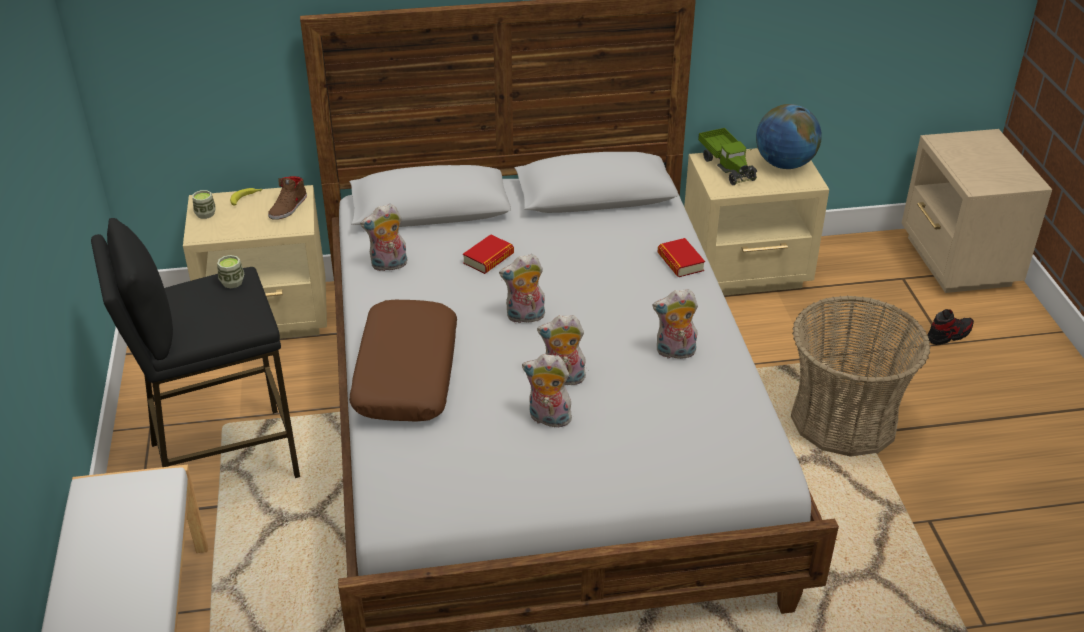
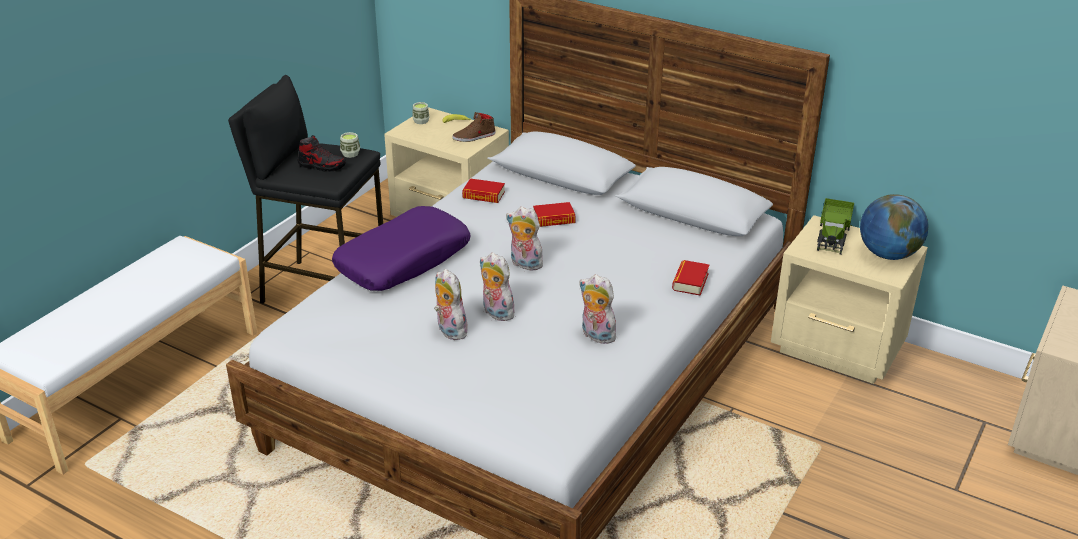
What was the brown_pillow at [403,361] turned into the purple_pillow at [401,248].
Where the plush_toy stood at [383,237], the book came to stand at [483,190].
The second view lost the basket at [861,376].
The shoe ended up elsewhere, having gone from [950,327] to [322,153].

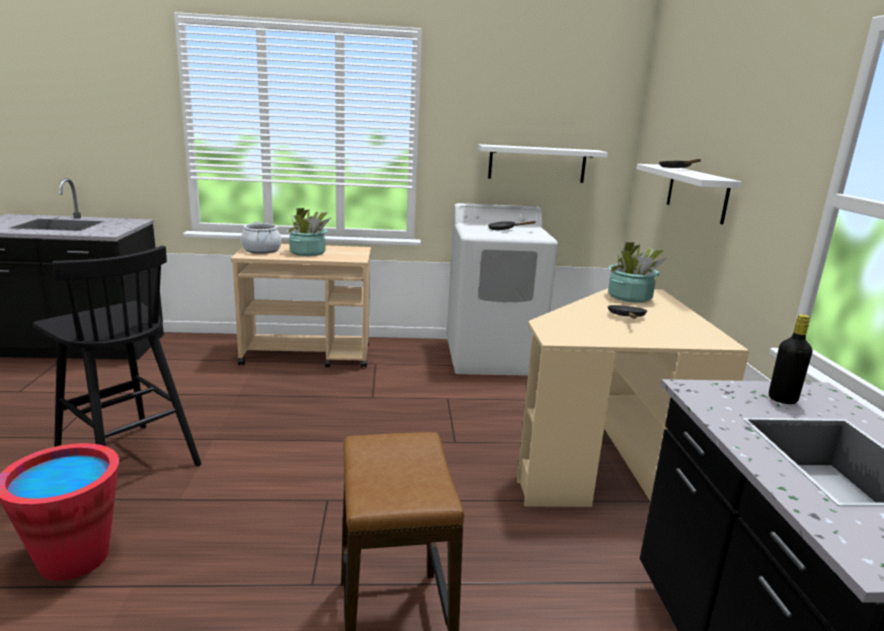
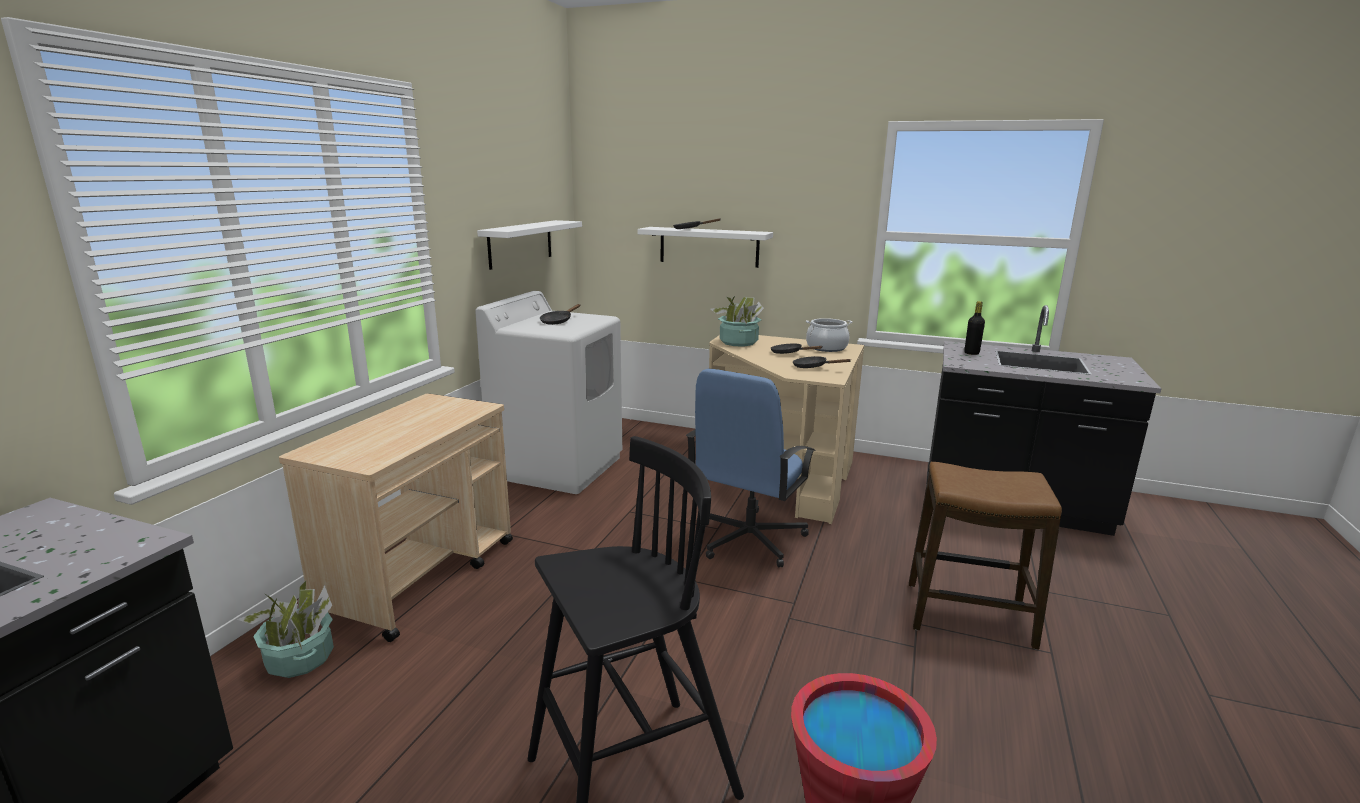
The cooking_pot ended up elsewhere, having gone from [261,238] to [829,335].
The potted_plant ended up elsewhere, having gone from [309,232] to [285,629].
The second view gained the blue_office_chair at [751,468].
The second view gained the black_frying_pan at [822,362].

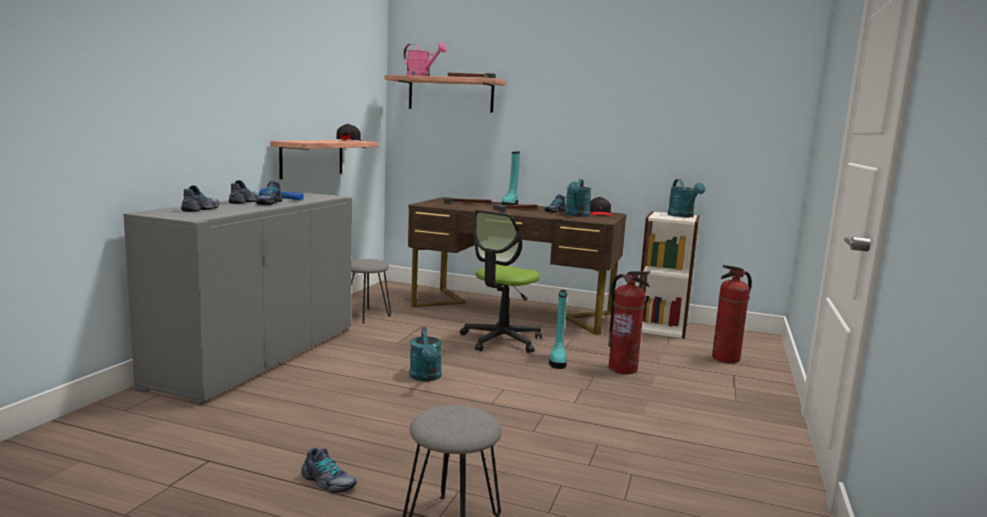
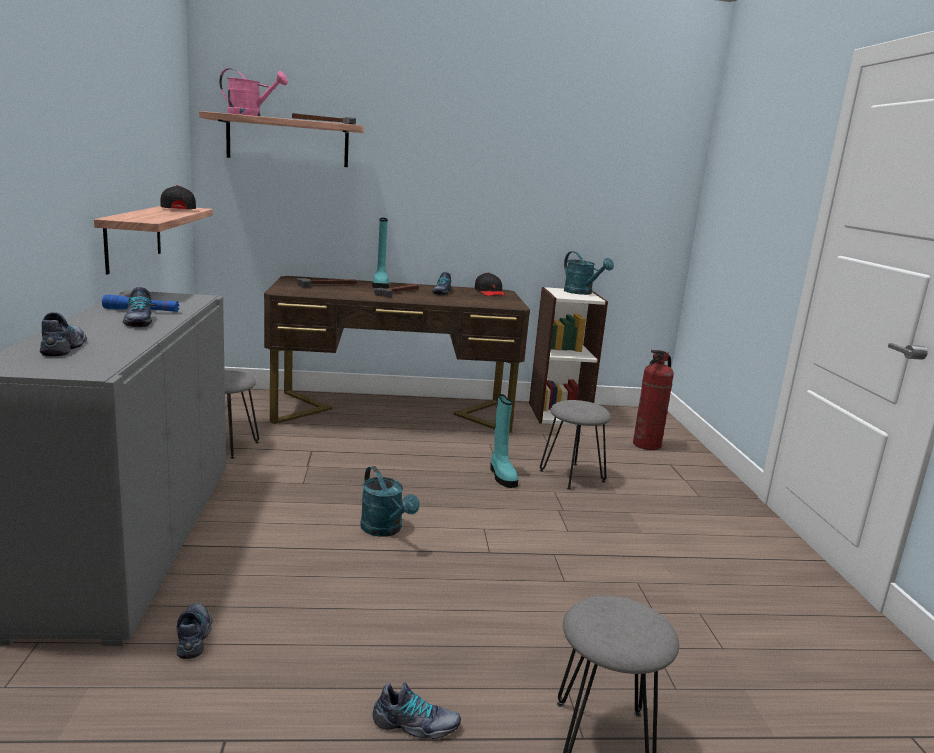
The shoe ended up elsewhere, having gone from [244,192] to [194,631].
The second view lost the office_chair at [501,281].
The second view lost the turquoise_watering_can at [578,198].
Where the fire_extinguisher stood at [629,322], the grey_stool came to stand at [575,445].

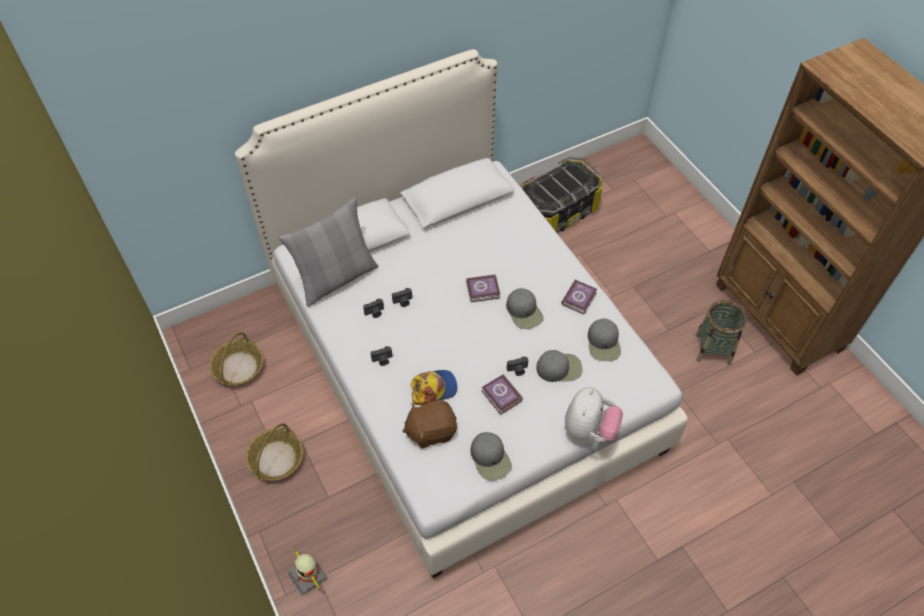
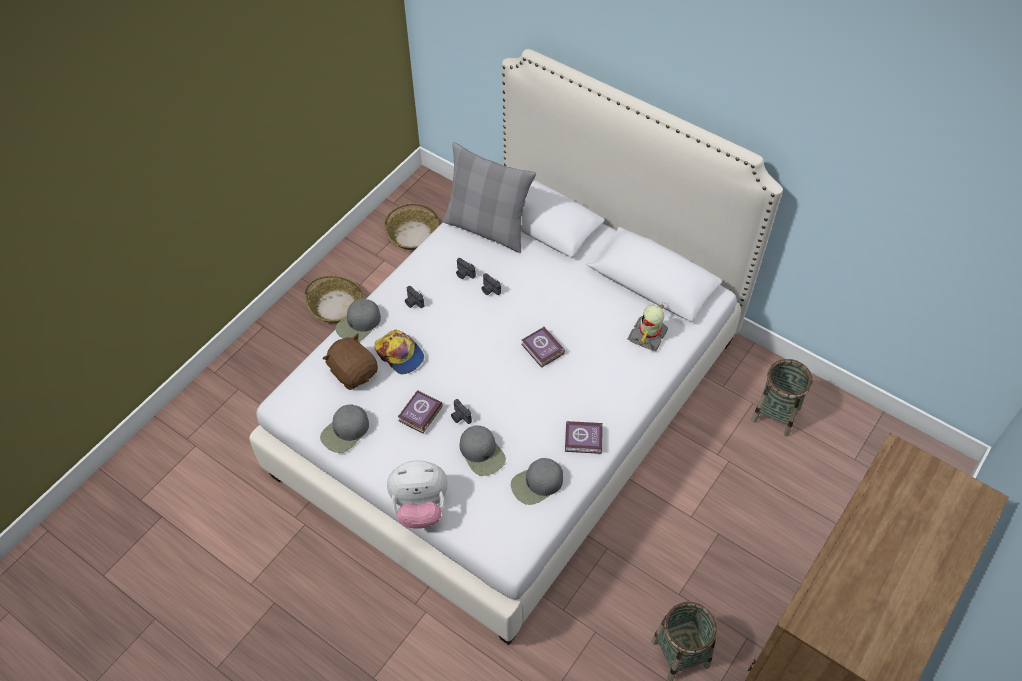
The toy_robot ended up elsewhere, having gone from [307,572] to [647,326].
The grey_cap ended up elsewhere, having gone from [524,308] to [358,320].
Where the storage_box stood at [561,194], the basket came to stand at [782,398].

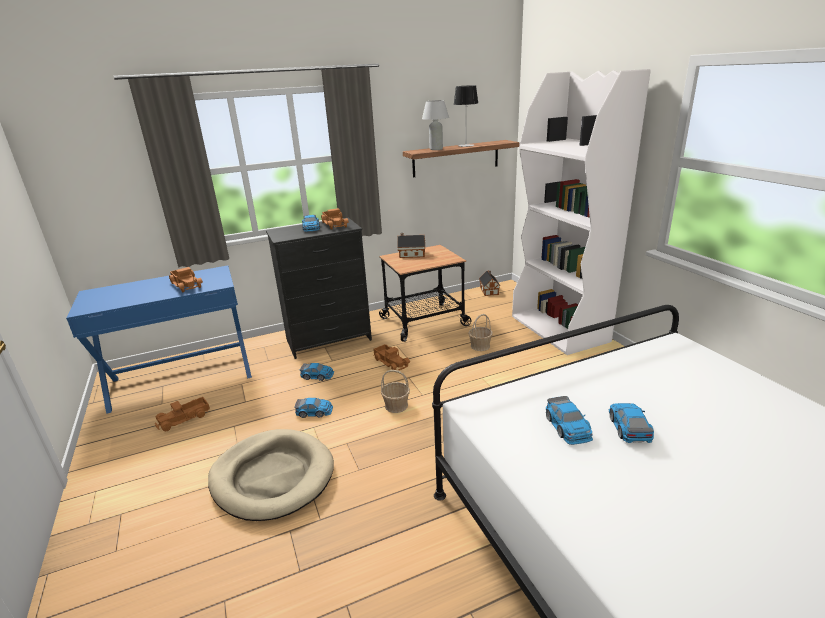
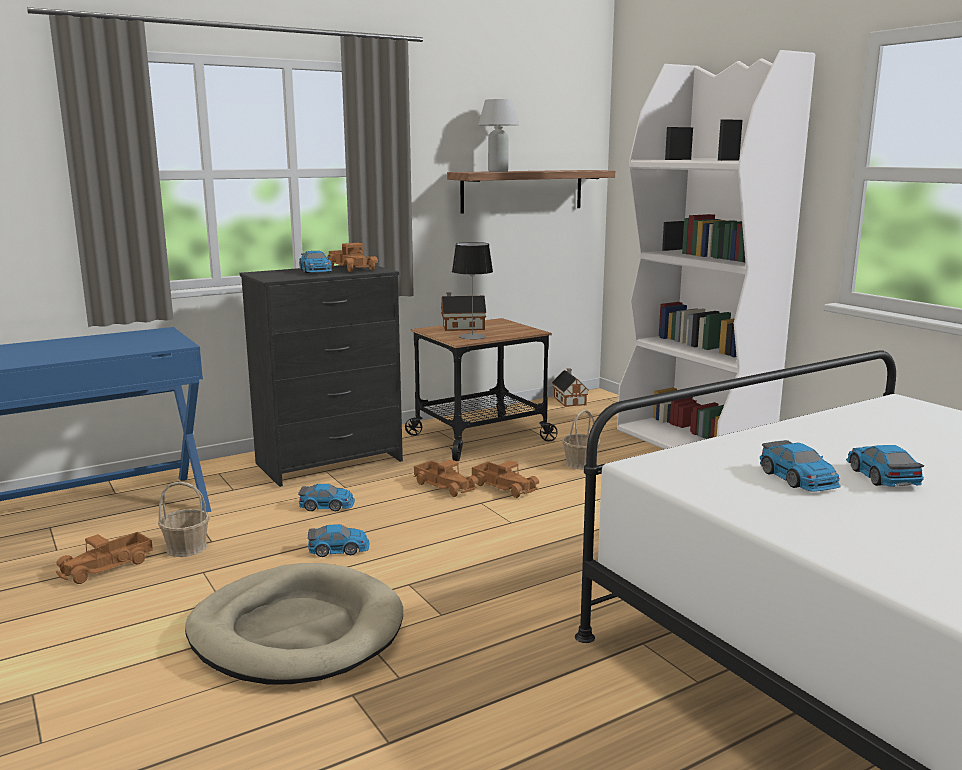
The toy_truck ended up elsewhere, having gone from [186,279] to [505,479].
The basket ended up elsewhere, having gone from [395,391] to [184,519].
The table_lamp ended up elsewhere, having gone from [466,116] to [472,290].

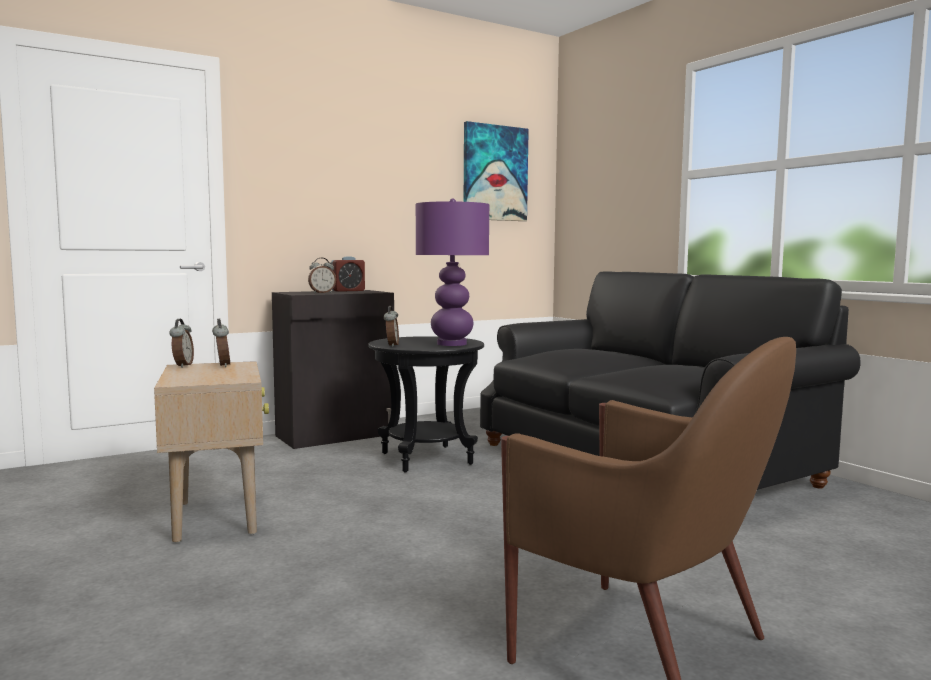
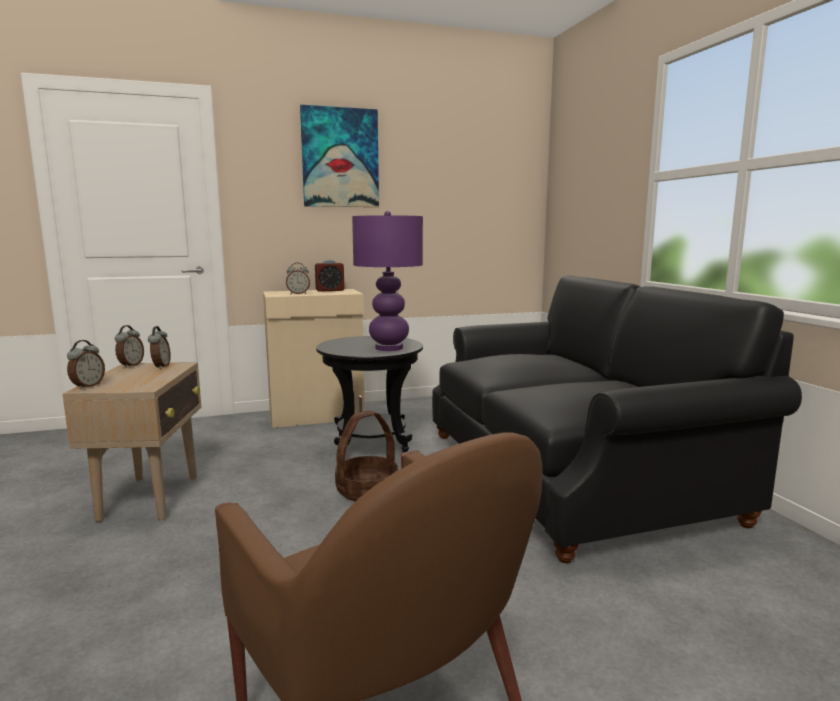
What was the black_cabinet at [333,369] turned into the beige_cabinet at [314,358].
The alarm_clock ended up elsewhere, having gone from [391,326] to [86,365].
The picture ended up elsewhere, having gone from [496,171] to [339,156].
The second view gained the basket at [366,455].

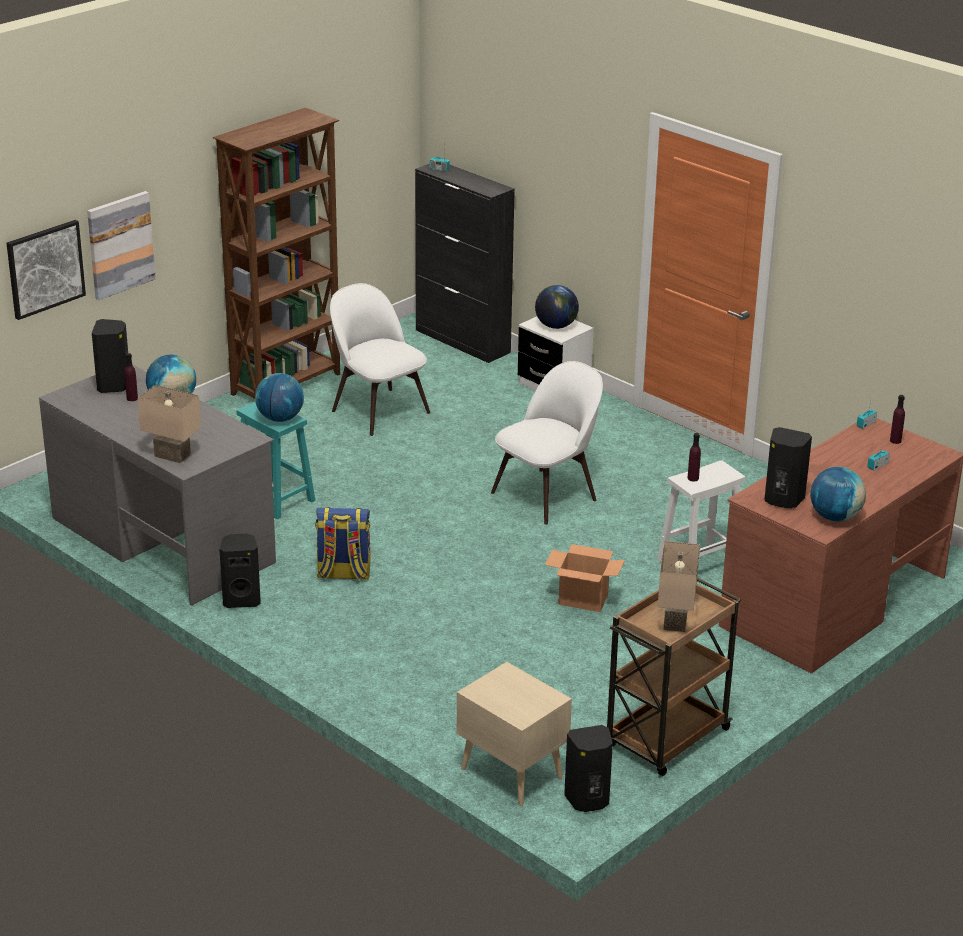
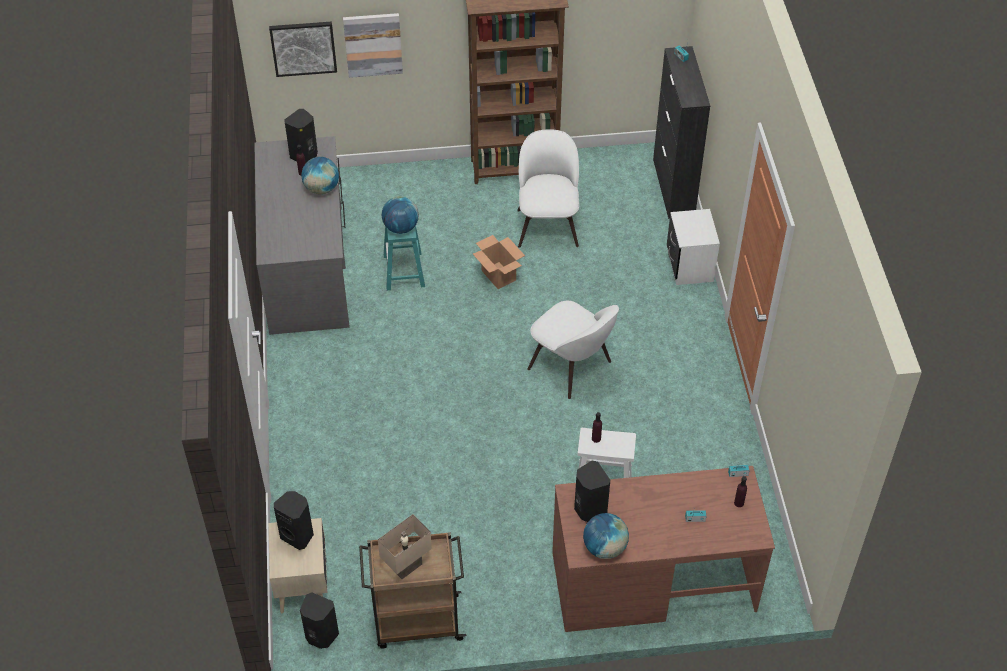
The second view lost the beige_table_lamp at [169,424].
The black_speaker ended up elsewhere, having gone from [240,571] to [294,520].
The second view lost the backpack at [343,543].
The white_chair at [547,443] ended up facing another way, 45 degrees clockwise from before.
The second view lost the globe at [557,307].
The cardboard_box ended up elsewhere, having gone from [585,578] to [499,262].

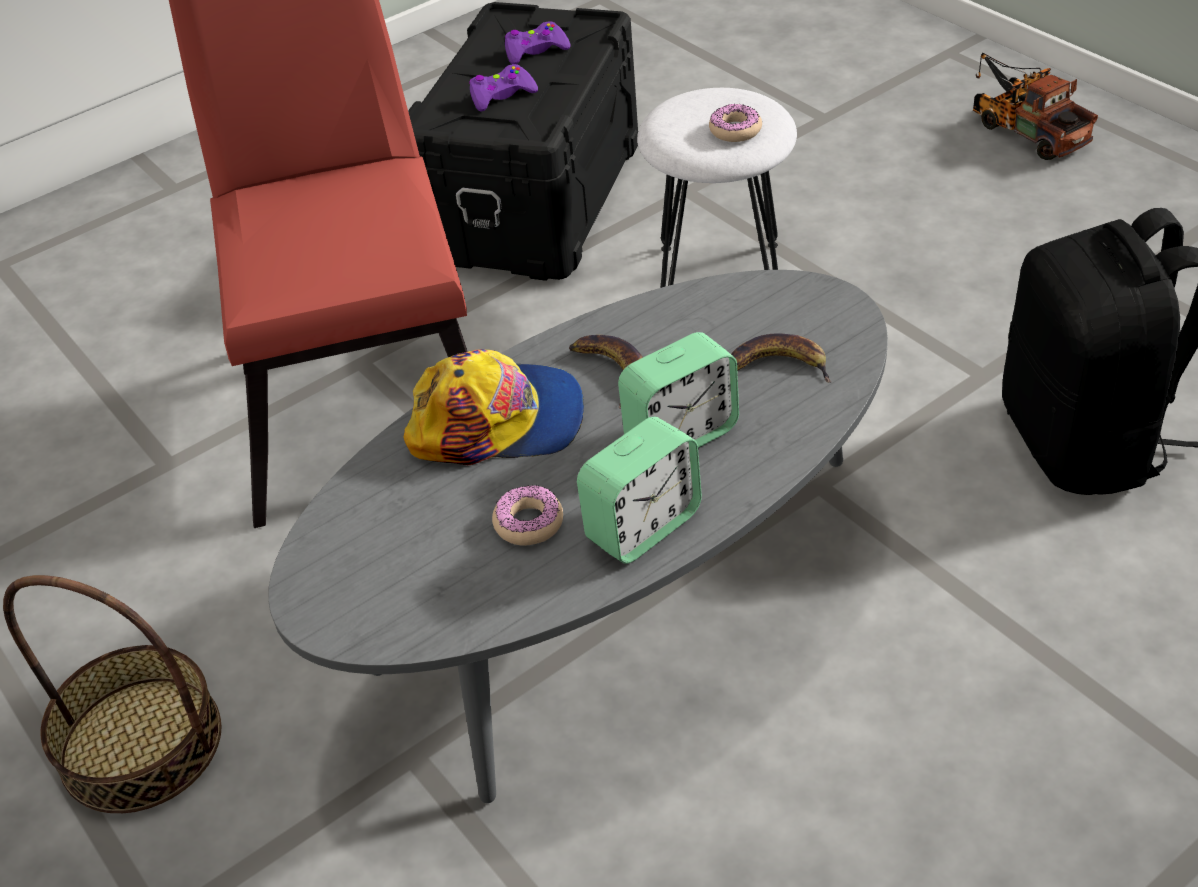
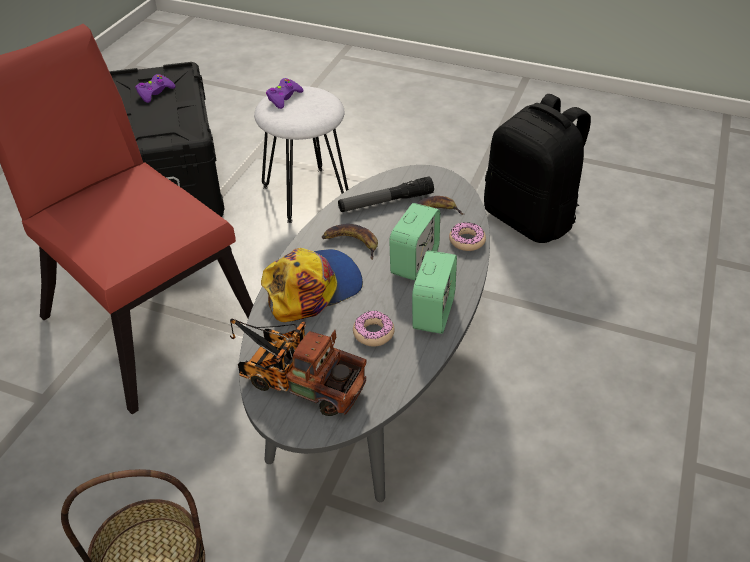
The purple_game_controller ended up elsewhere, having gone from [503,88] to [285,93].
The donut ended up elsewhere, having gone from [735,123] to [467,236].
The toy_truck ended up elsewhere, having gone from [1035,106] to [298,367].
The second view gained the flashlight at [386,194].

